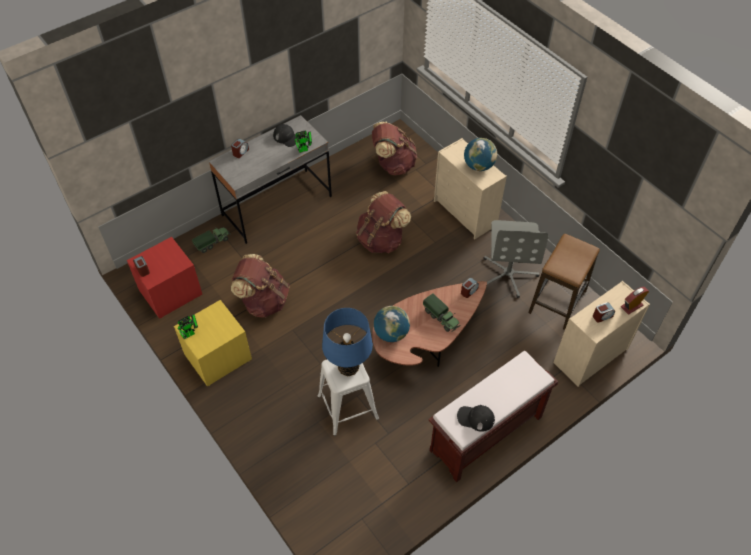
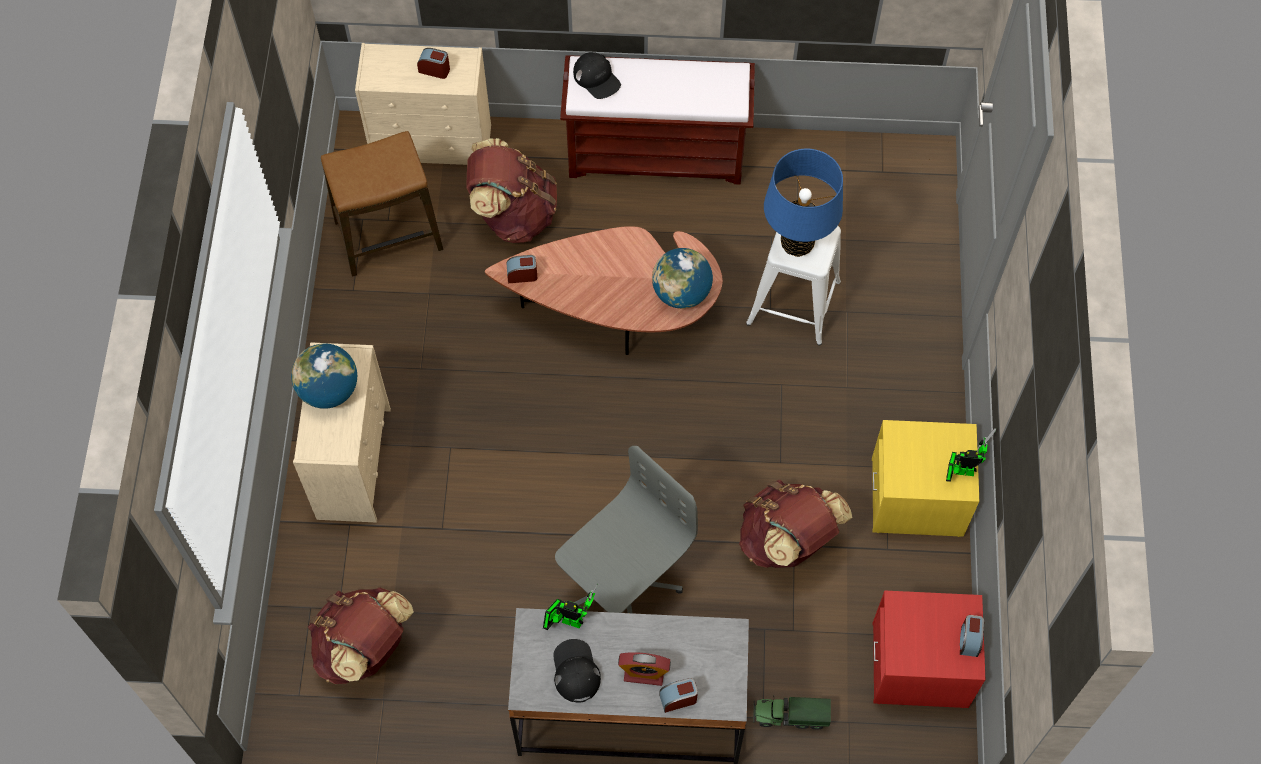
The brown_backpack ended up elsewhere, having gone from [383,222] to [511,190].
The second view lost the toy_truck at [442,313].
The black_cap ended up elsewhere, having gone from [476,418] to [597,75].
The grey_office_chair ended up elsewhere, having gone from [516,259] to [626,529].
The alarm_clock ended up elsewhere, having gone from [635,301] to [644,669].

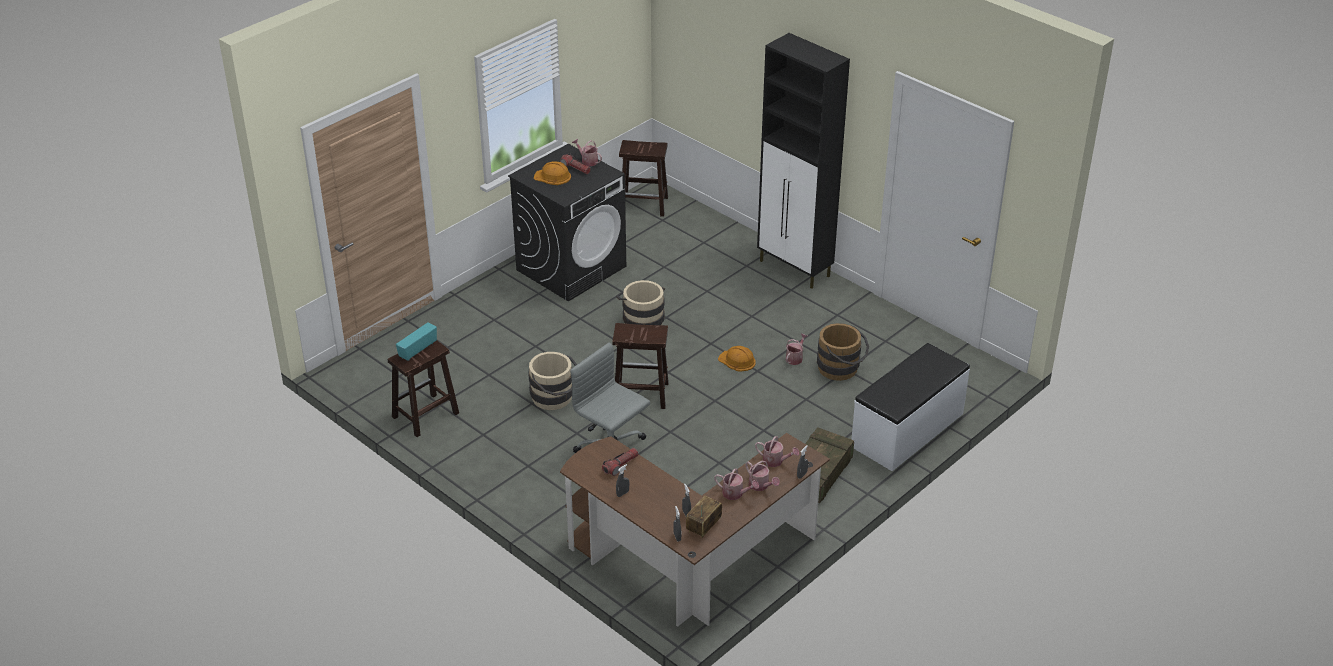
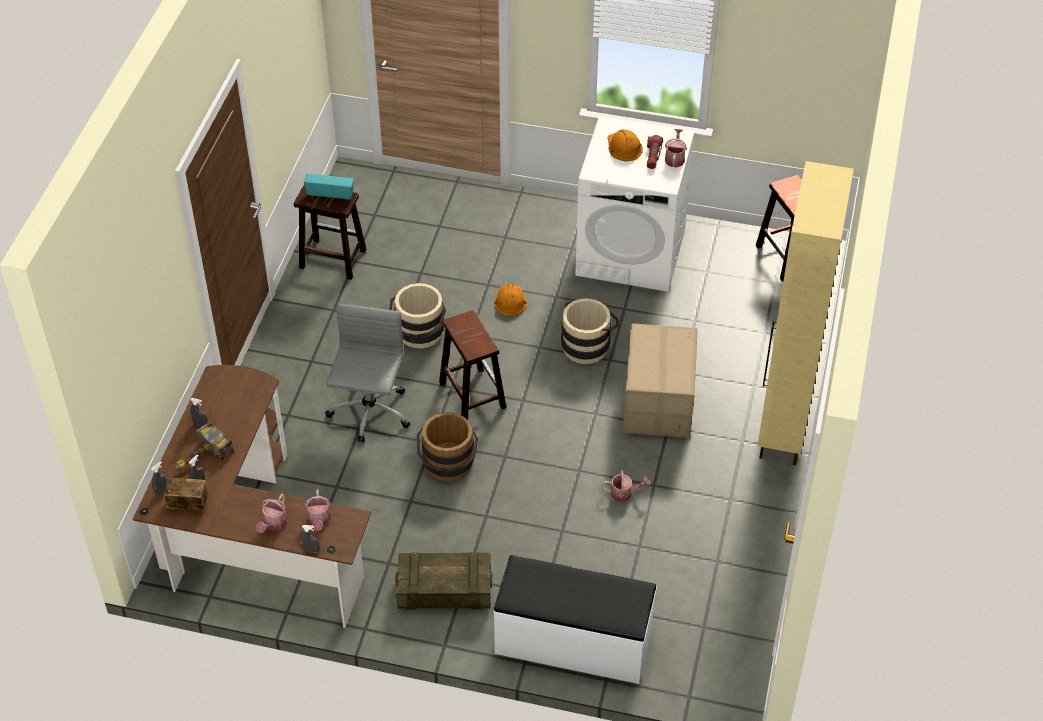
What was the black_washing_machine at [567,222] turned into the white_washing_machine at [635,204].
The second view lost the flashlight at [620,462].
The second view lost the watering_can at [736,484].
The orange_hard_hat ended up elsewhere, having gone from [737,358] to [510,300].
What was the black_cabinet at [803,161] turned into the beige_cabinet at [806,313].
The brown_bucket ended up elsewhere, having gone from [843,352] to [447,446].
The second view gained the hammer at [204,446].
The second view gained the cardboard_box at [660,380].

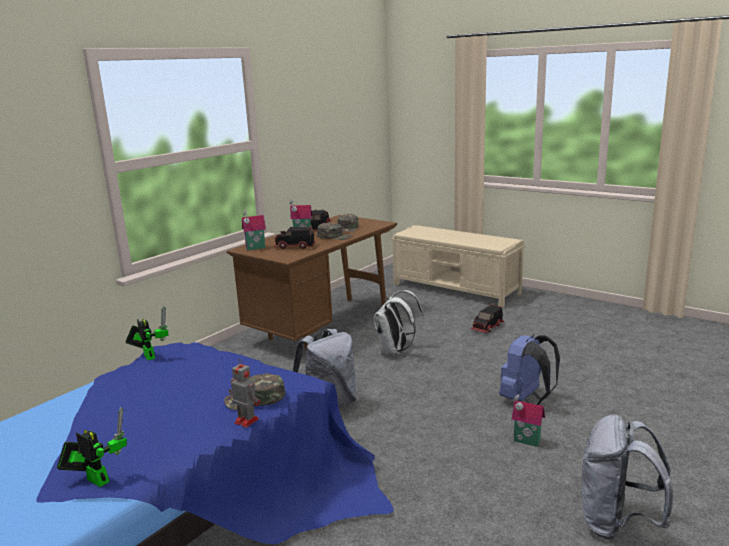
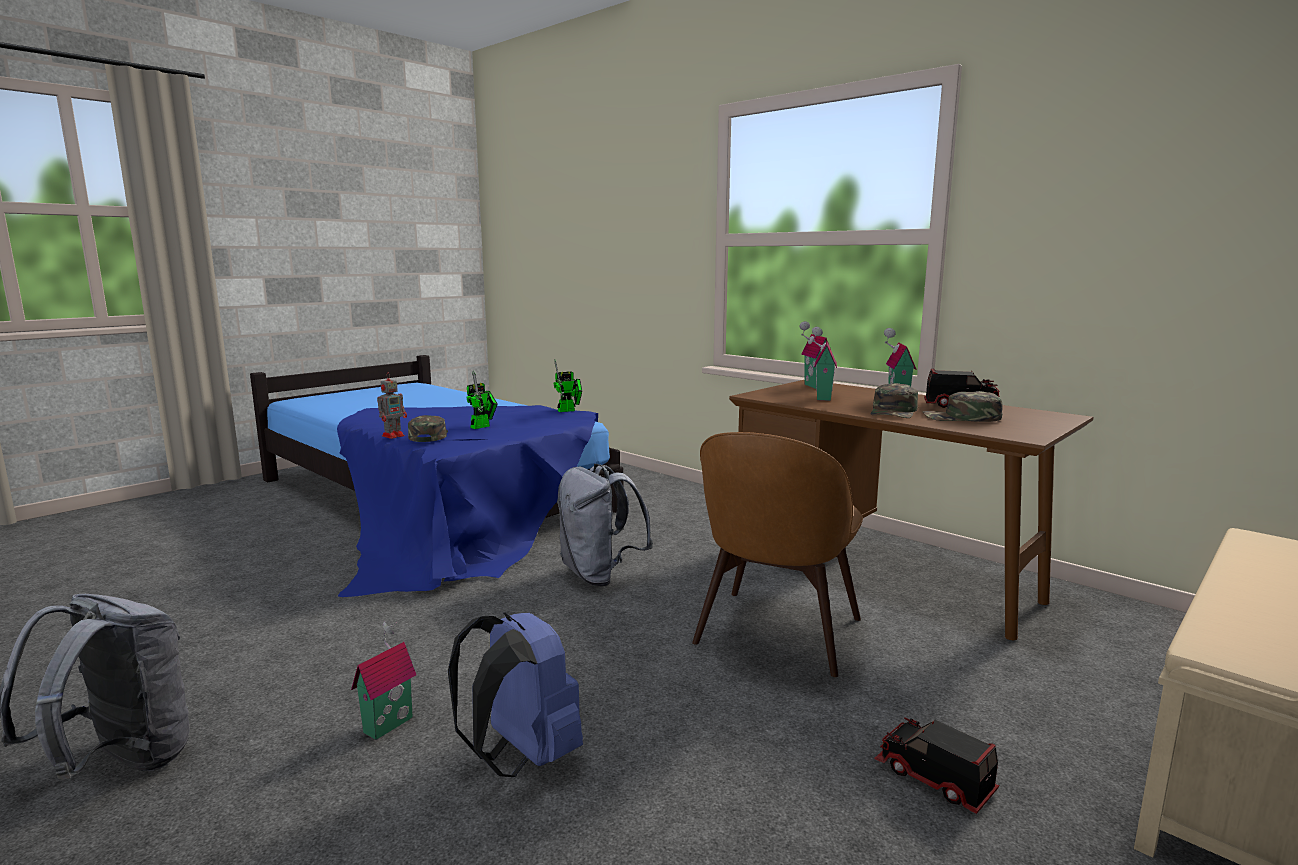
The toy_robot ended up elsewhere, having gone from [92,447] to [482,399].
Where the toy_truck stood at [295,237], the toy_house came to stand at [824,364].
Where the white_backpack stood at [398,322], the brown_chair came to stand at [777,554].

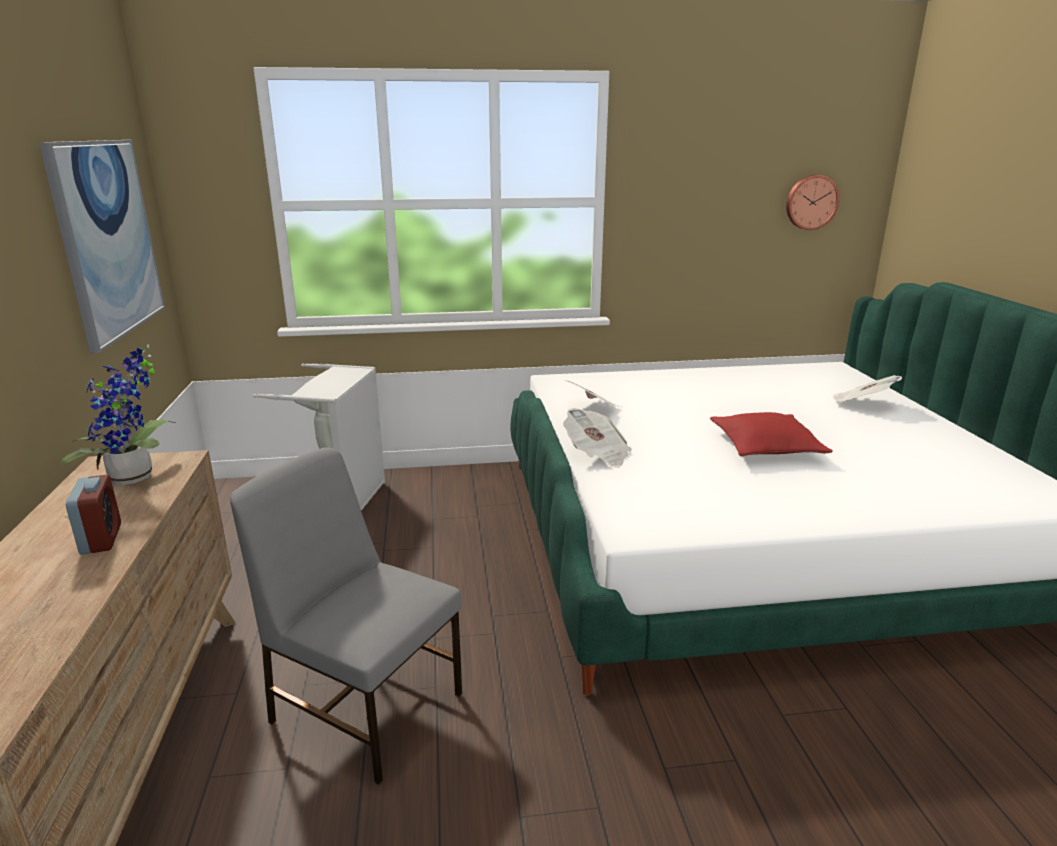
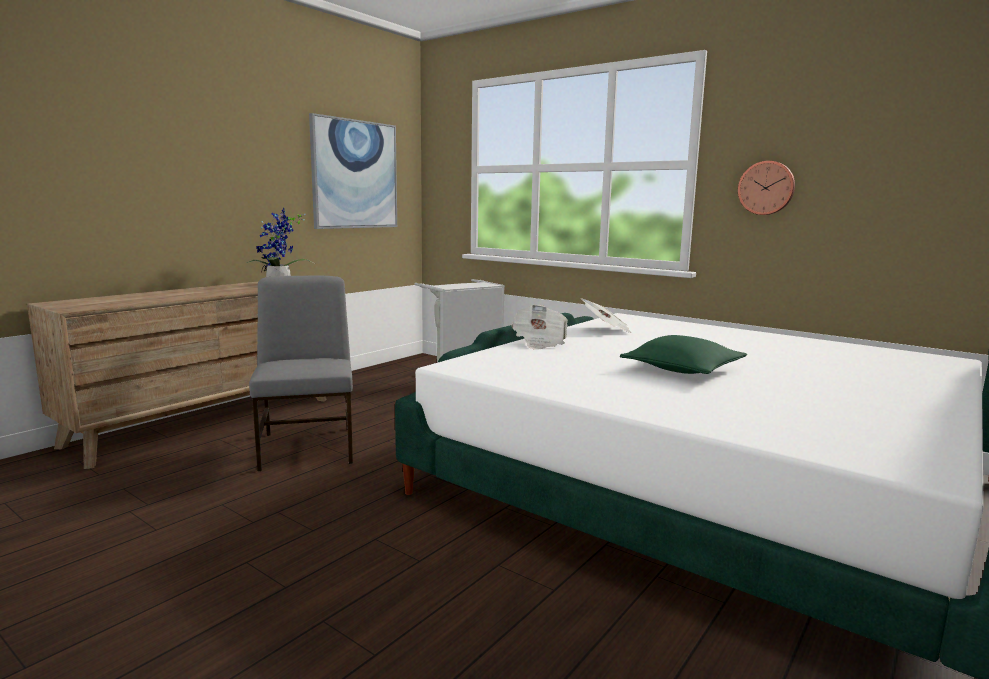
The second view lost the alarm_clock at [93,515].
What was the red_pillow at [771,434] turned into the green_pillow at [683,354].
The wall_clock ended up elsewhere, having gone from [813,202] to [766,188].
The second view lost the newspaper at [867,389].

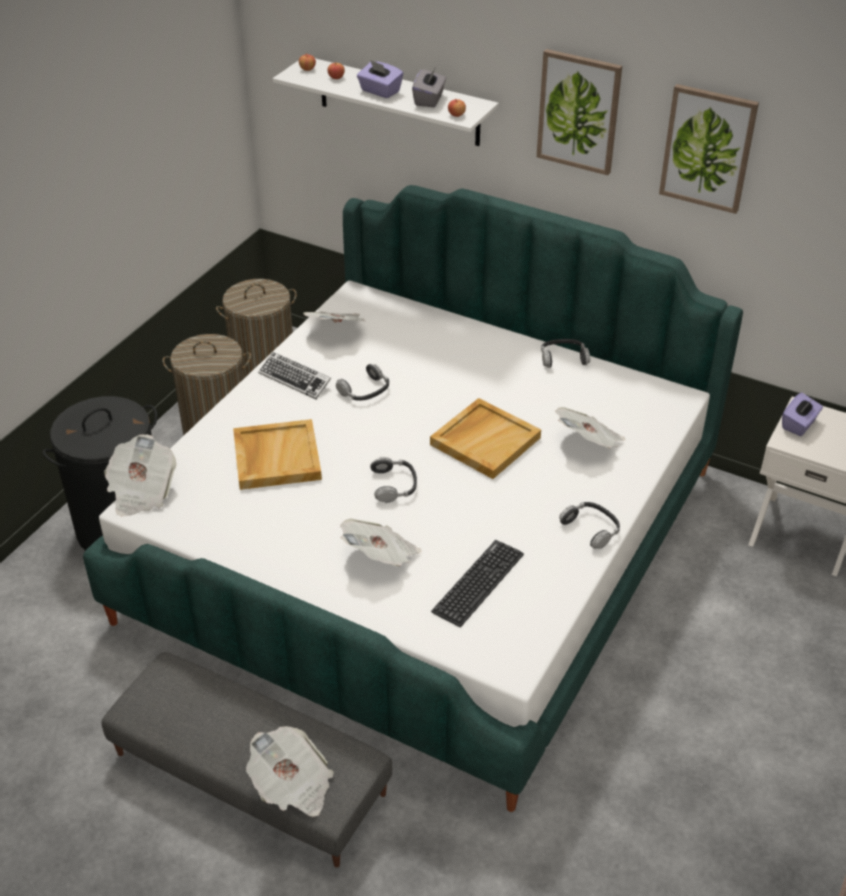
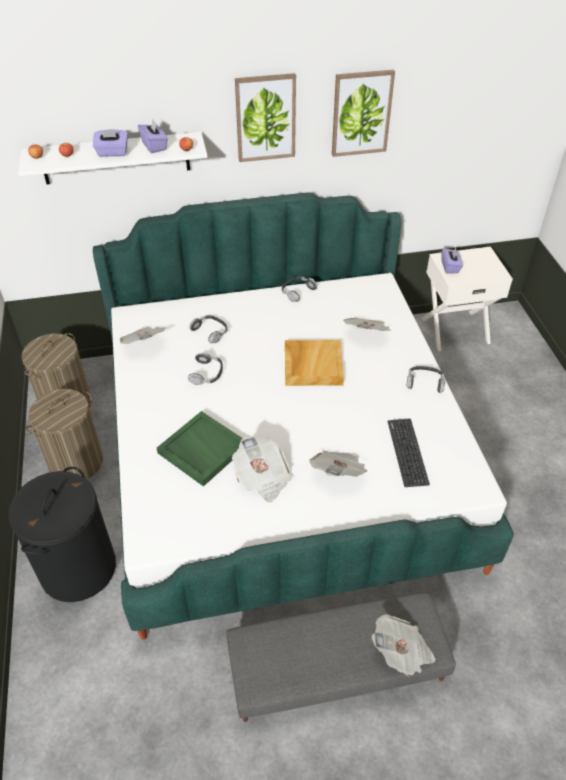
The newspaper ended up elsewhere, having gone from [140,475] to [262,469].
What was the beige_tray at [277,454] turned into the green_tray at [200,449].
The second view lost the keyboard at [294,375].
The headphones ended up elsewhere, having gone from [393,480] to [208,329].
What was the grey_tissue_box at [429,87] turned into the purple_tissue_box at [153,136].

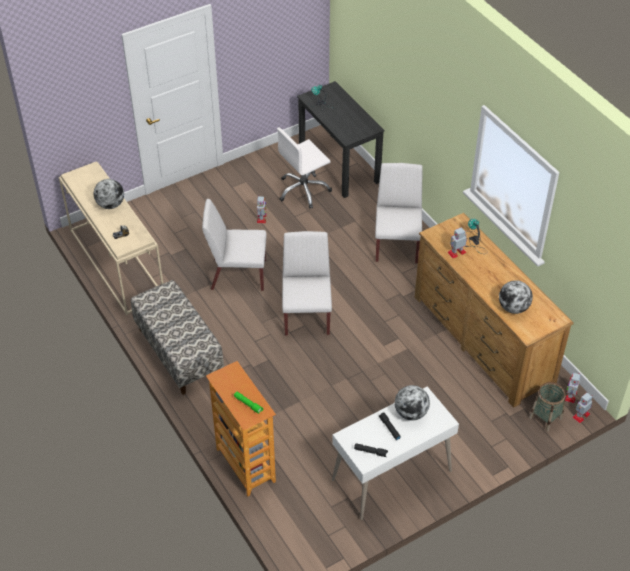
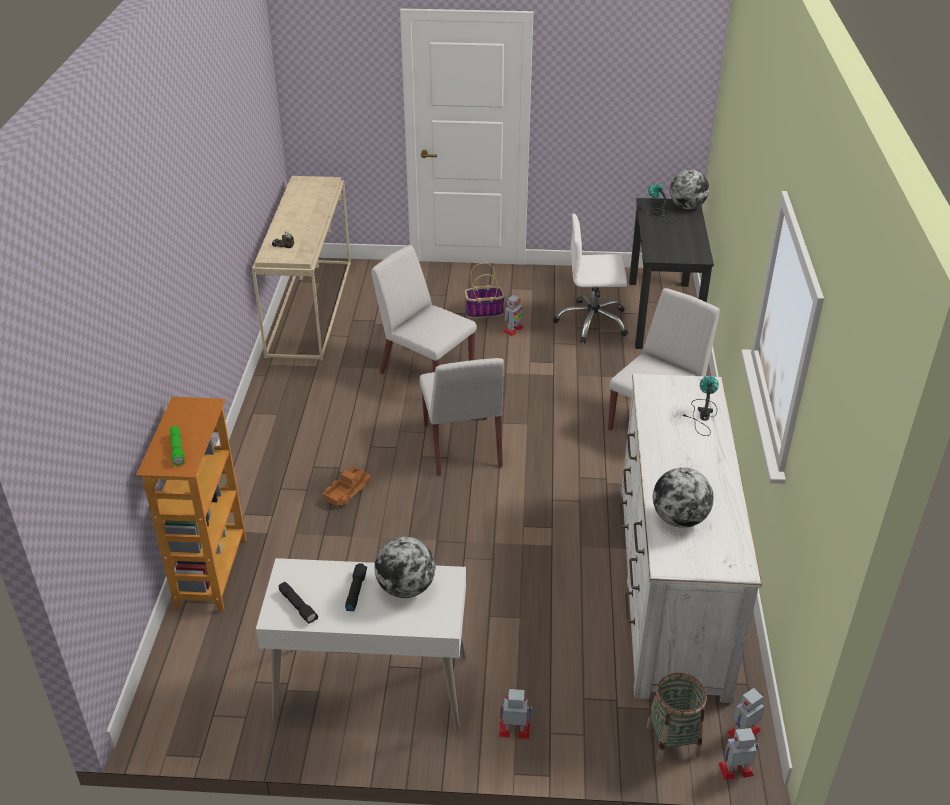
The globe ended up elsewhere, having gone from [109,194] to [689,189].
The second view lost the bench at [177,337].
The white_chair at [307,283] ended up facing another way, 135 degrees clockwise from before.
What was the brown_dresser at [494,310] turned into the white_dresser at [691,538].
The toy_robot ended up elsewhere, having gone from [457,242] to [515,714].
The second view gained the toy_truck at [348,486].
The second view gained the basket at [485,290].

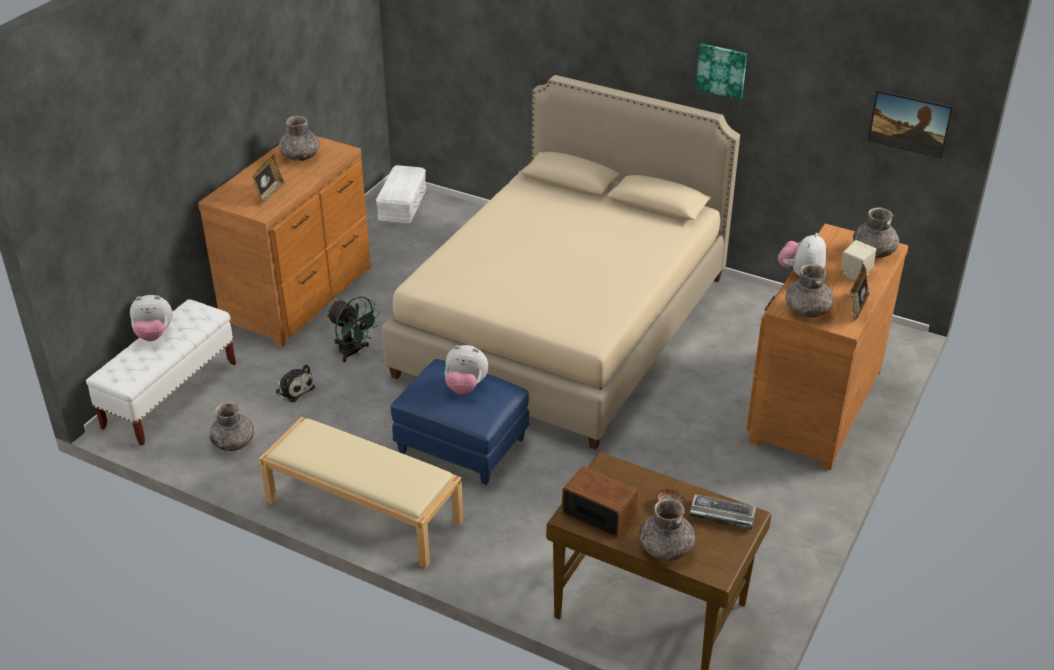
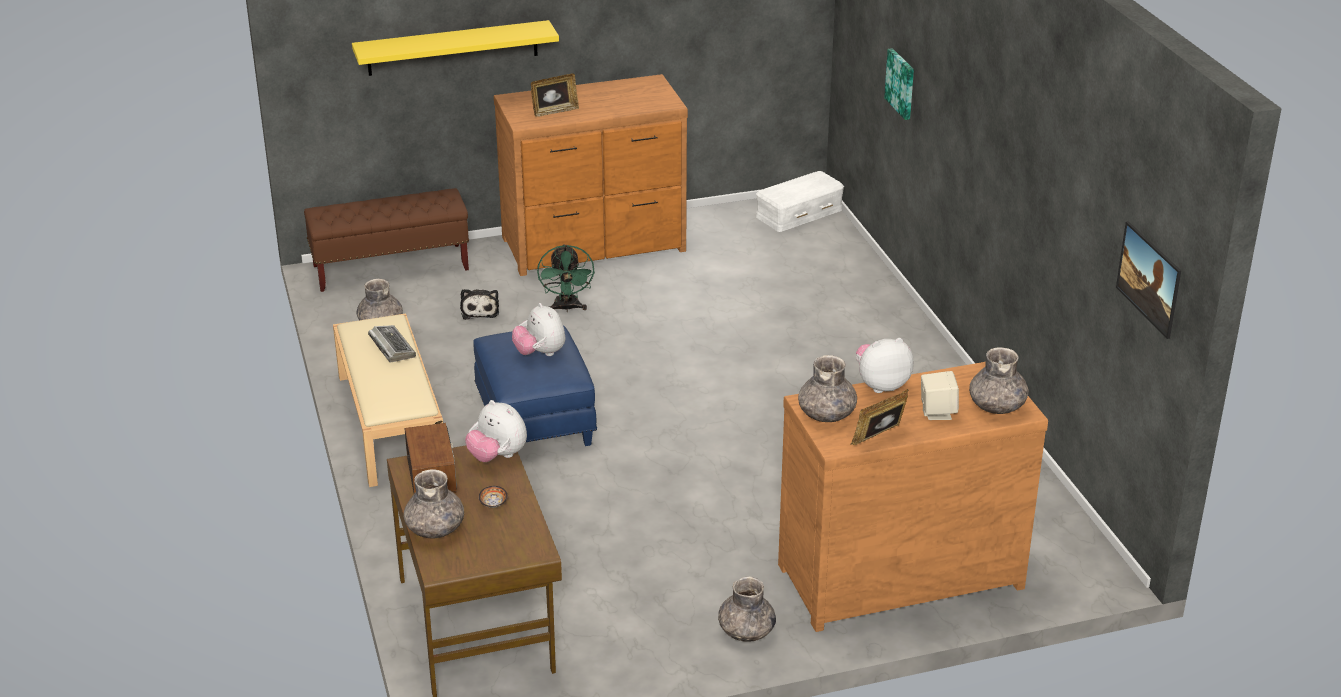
What was the white_bench at [161,372] turned into the brown_bench at [386,240].
The plush_toy ended up elsewhere, having gone from [151,318] to [496,431].
The grey_vase ended up elsewhere, having gone from [299,138] to [747,609].
The second view lost the beige_bed at [561,262].
The keyboard ended up elsewhere, having gone from [722,511] to [392,343].
The picture ended up elsewhere, having gone from [721,71] to [899,84].
The second view gained the yellow_shelf at [455,48].

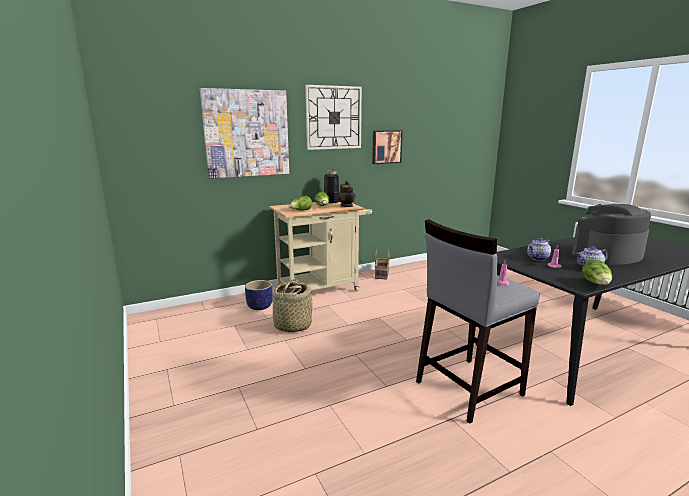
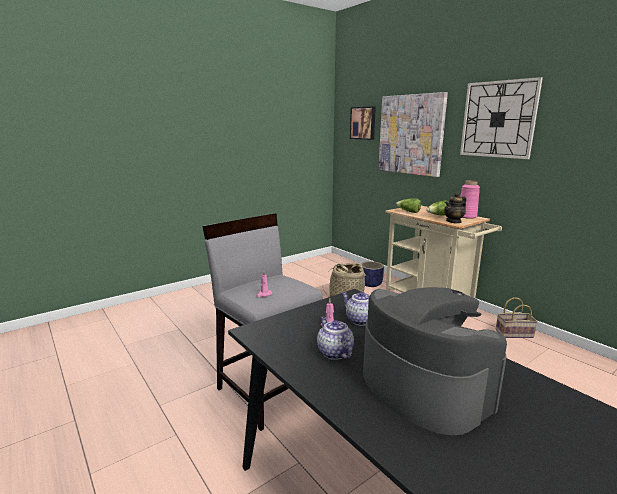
What was the black_vase at [331,186] turned into the pink_vase at [470,199].
The picture ended up elsewhere, having gone from [387,147] to [363,123].
The second view lost the lettuce at [597,272].

